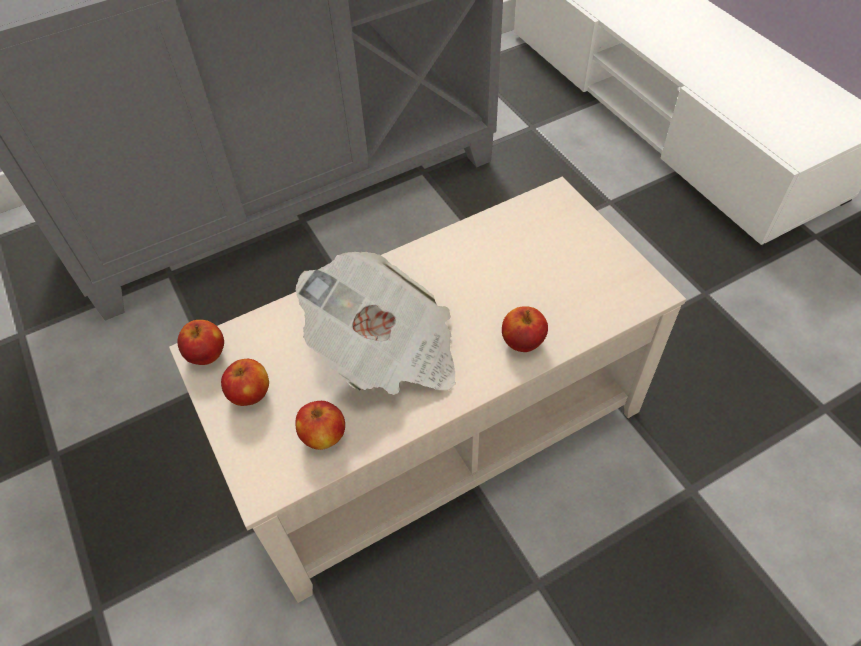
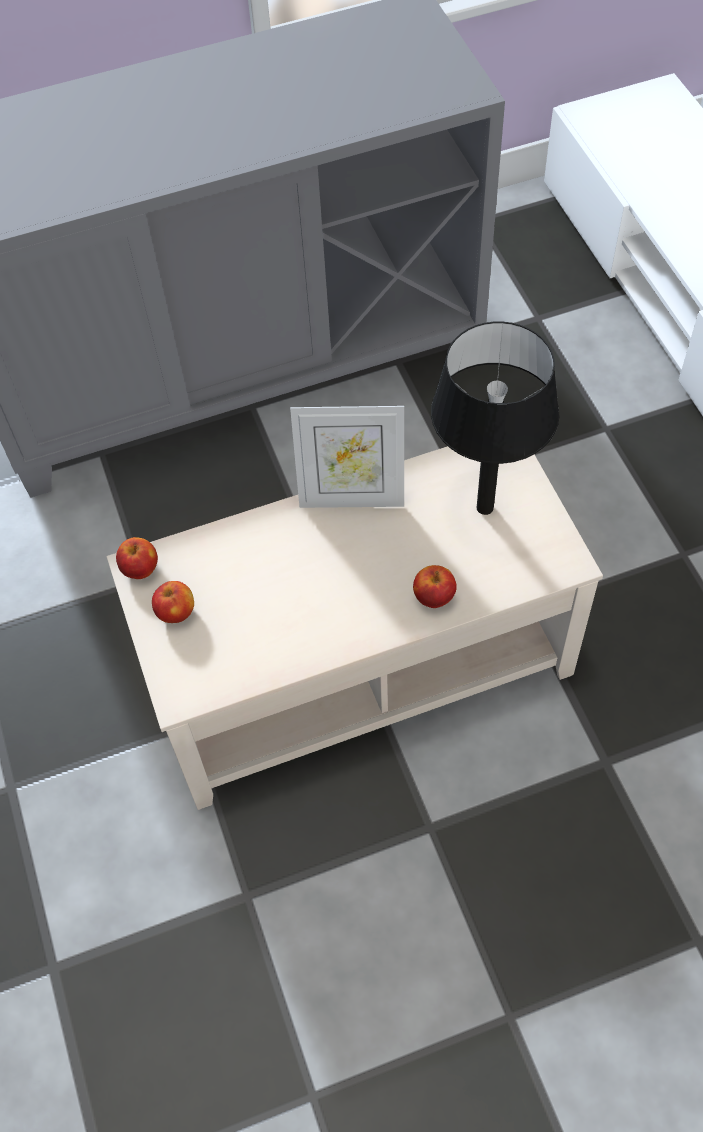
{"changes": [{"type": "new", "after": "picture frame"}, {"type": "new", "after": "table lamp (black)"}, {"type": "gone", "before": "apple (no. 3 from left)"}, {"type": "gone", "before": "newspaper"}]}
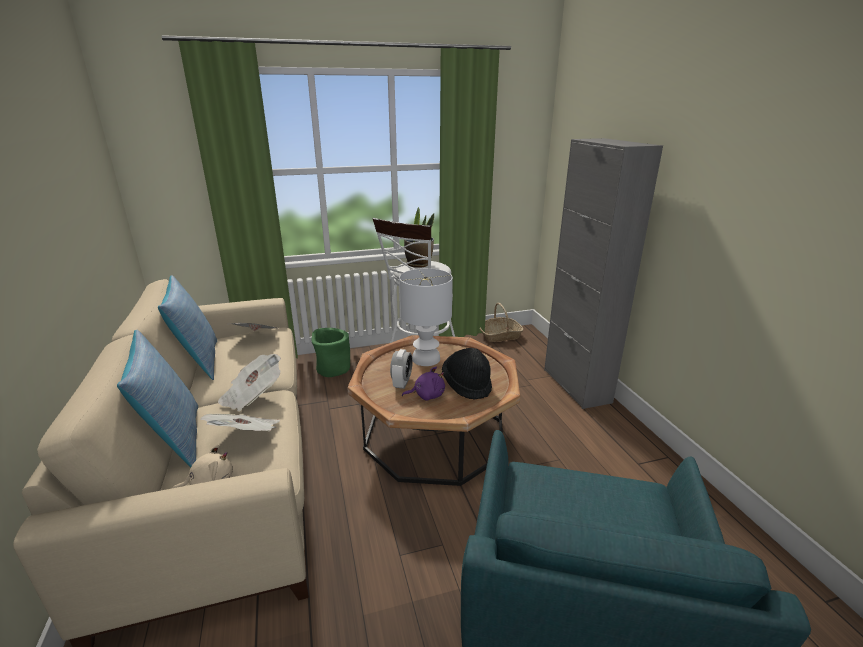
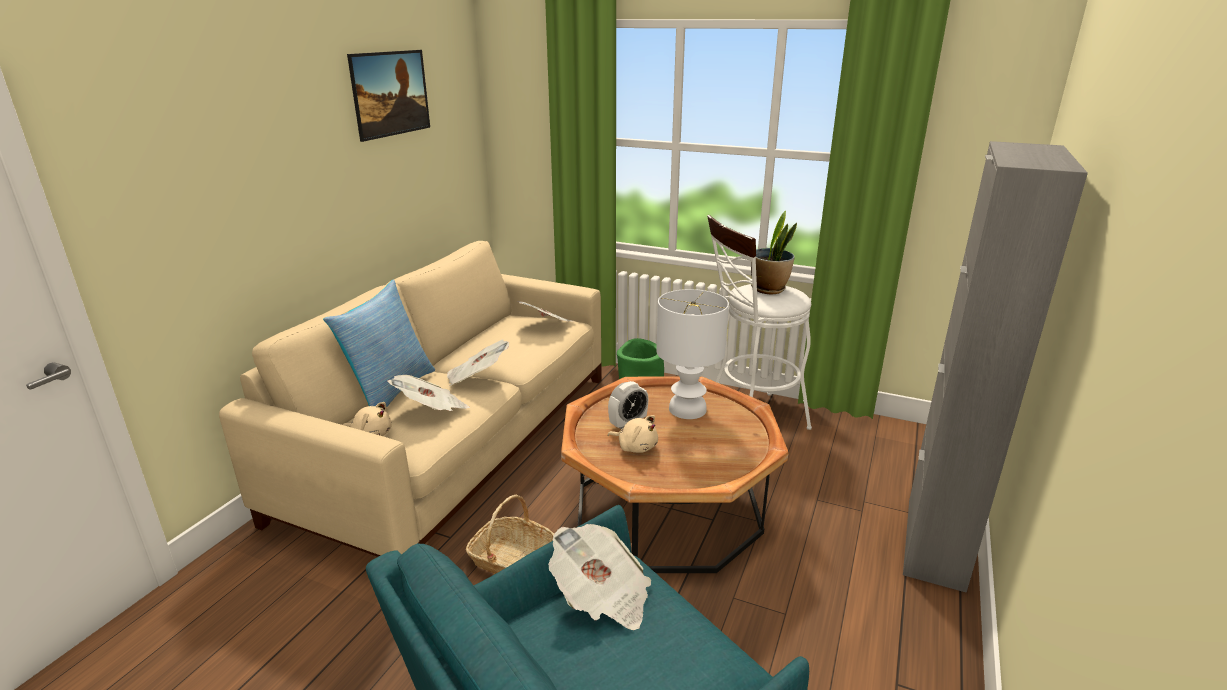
{"changes": [{"type": "new", "after": "picture"}, {"type": "shifted", "before": "basket"}, {"type": "new", "after": "newspaper (no. 4 from left)"}, {"type": "repainted", "before": "plush toy (purple)", "after": "plush toy (beige) (no. 2 from left)"}, {"type": "gone", "before": "pillow (no. 2 from left)"}, {"type": "gone", "before": "hat (black)"}]}
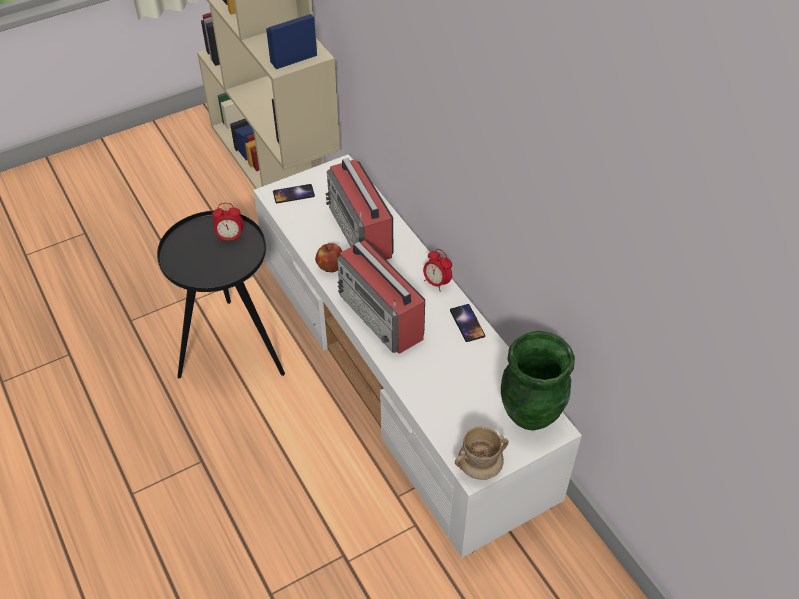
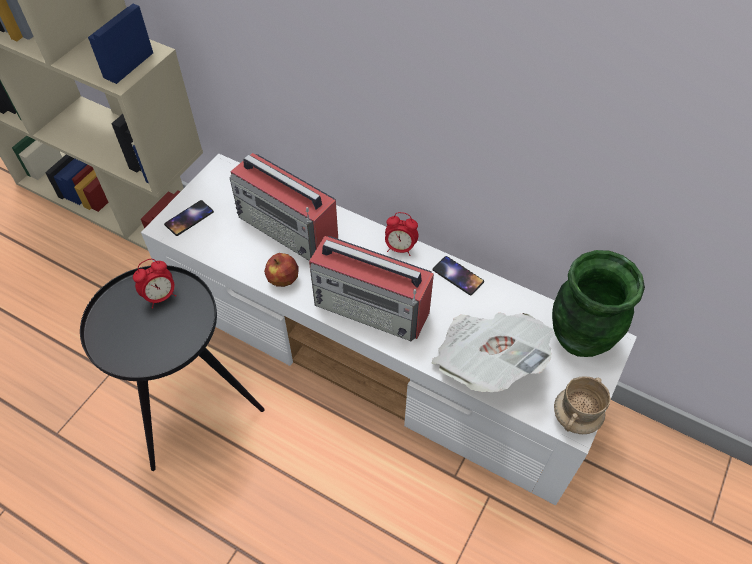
{"changes": [{"type": "new", "after": "newspaper"}]}
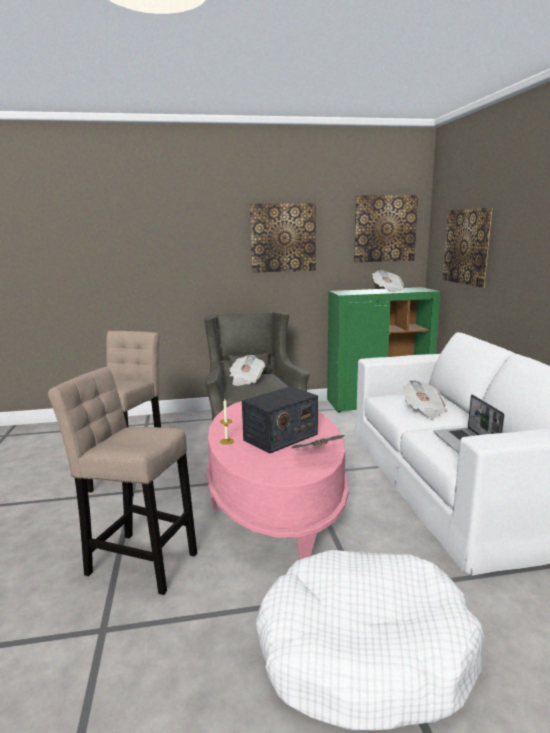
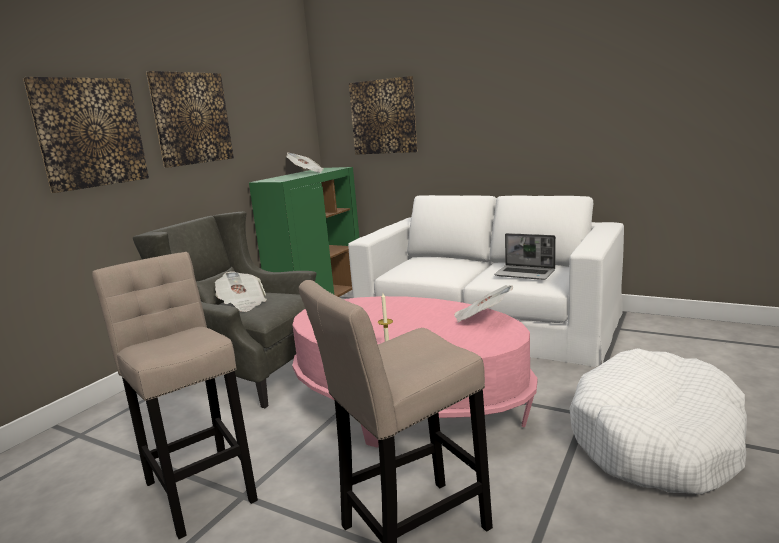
{"changes": [{"type": "shifted", "before": "picture (no. 2 from left in the first image)", "after": "picture (no. 1 from left)"}, {"type": "gone", "before": "radio"}, {"type": "gone", "before": "newspaper (no. 4 from left)"}]}
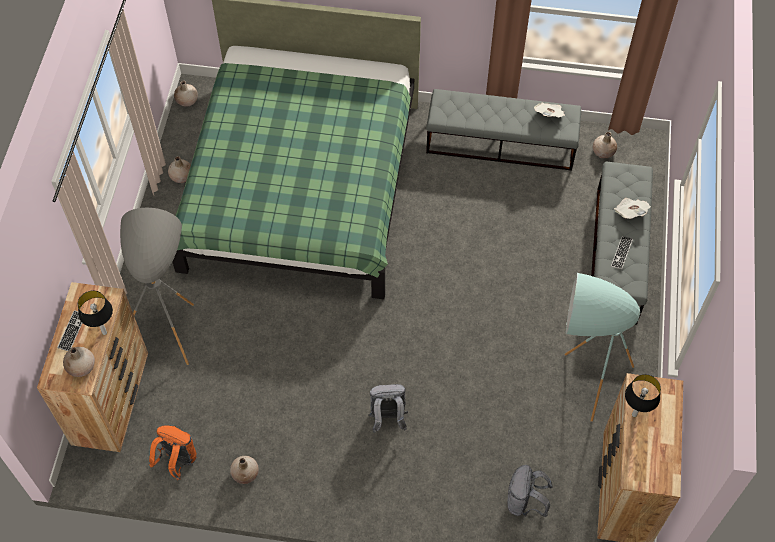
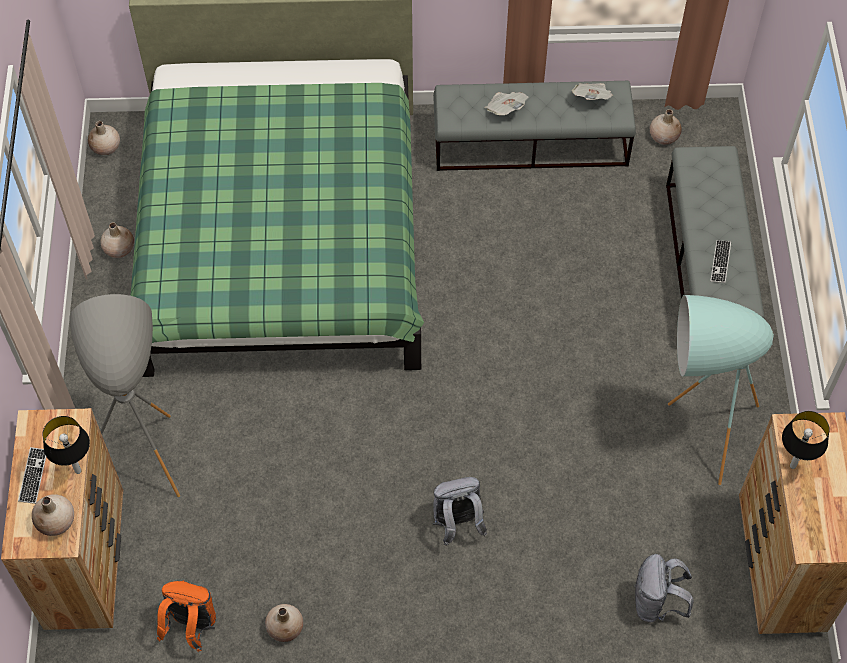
{"changes": [{"type": "shifted", "before": "newspaper (no. 2 from left in the first image)", "after": "newspaper (no. 1 from left)"}]}
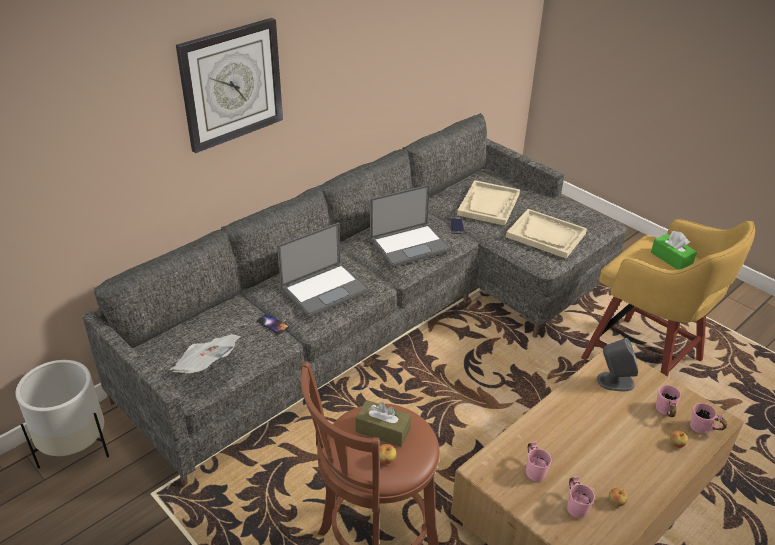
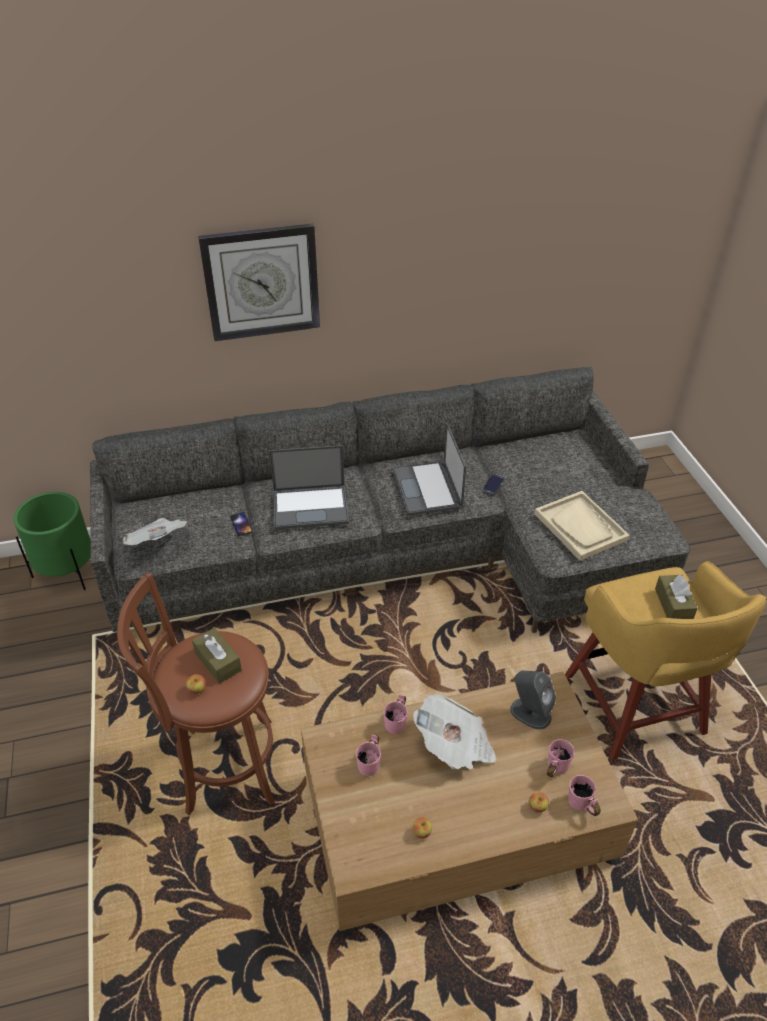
{"changes": [{"type": "repainted", "before": "planter (white)", "after": "planter (green)"}, {"type": "shifted", "before": "mug (pink) (no. 2 from left)"}, {"type": "rotated", "before": "laptop (no. 2 from left)", "turn": 75}, {"type": "new", "after": "newspaper (no. 2 from left)"}, {"type": "repainted", "before": "tissue box (green)", "after": "tissue box (brown) (no. 2 from left)"}, {"type": "gone", "before": "tray (beige) (no. 1 from left)"}]}
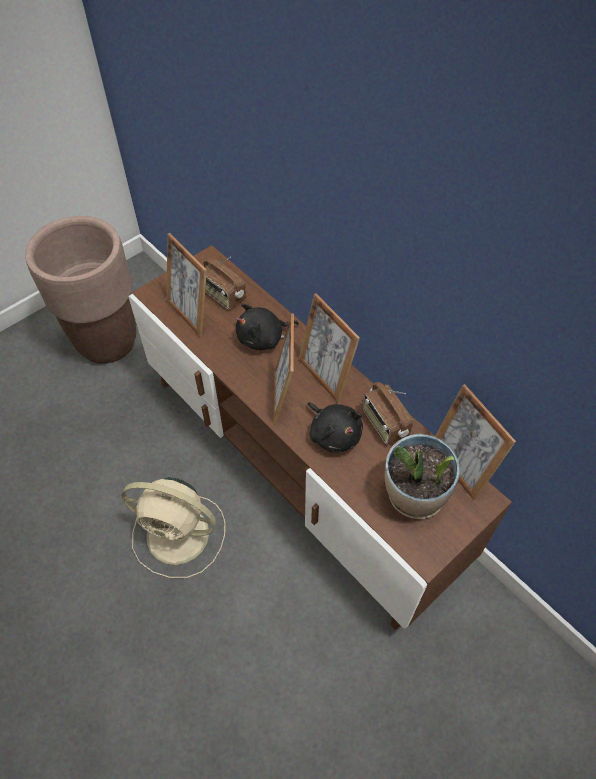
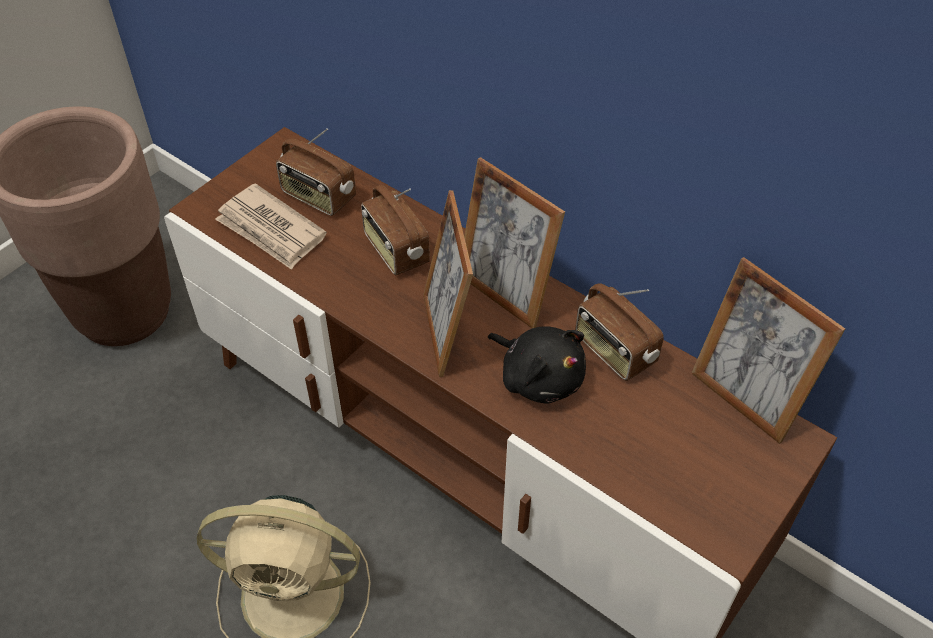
{"changes": [{"type": "swapped", "before": "picture frame (no. 1 from left)", "after": "newspaper"}, {"type": "swapped", "before": "plush toy (black) (no. 1 from left)", "after": "radio (no. 2 from left)"}, {"type": "gone", "before": "potted plant"}]}
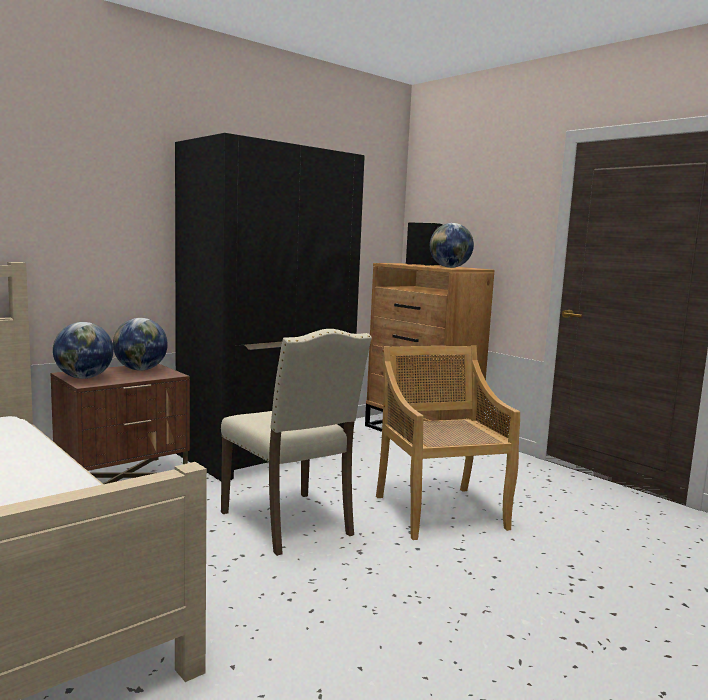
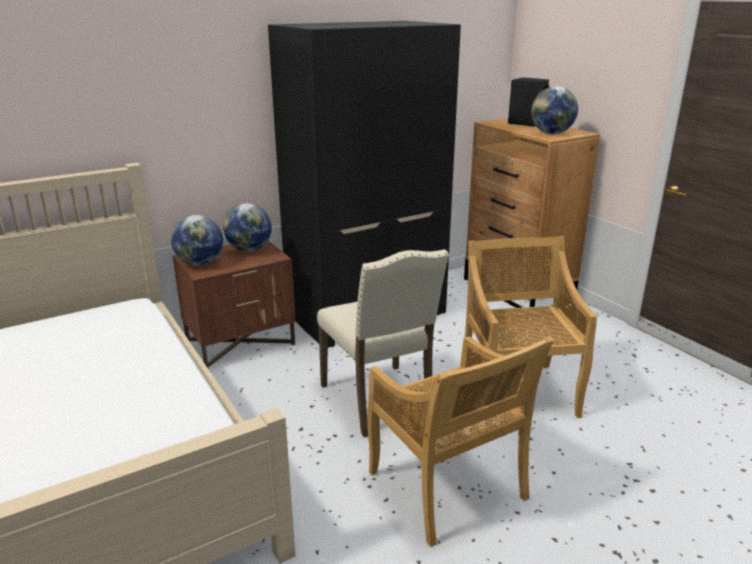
{"changes": [{"type": "new", "after": "chair (beige) (no. 2 from left)"}]}
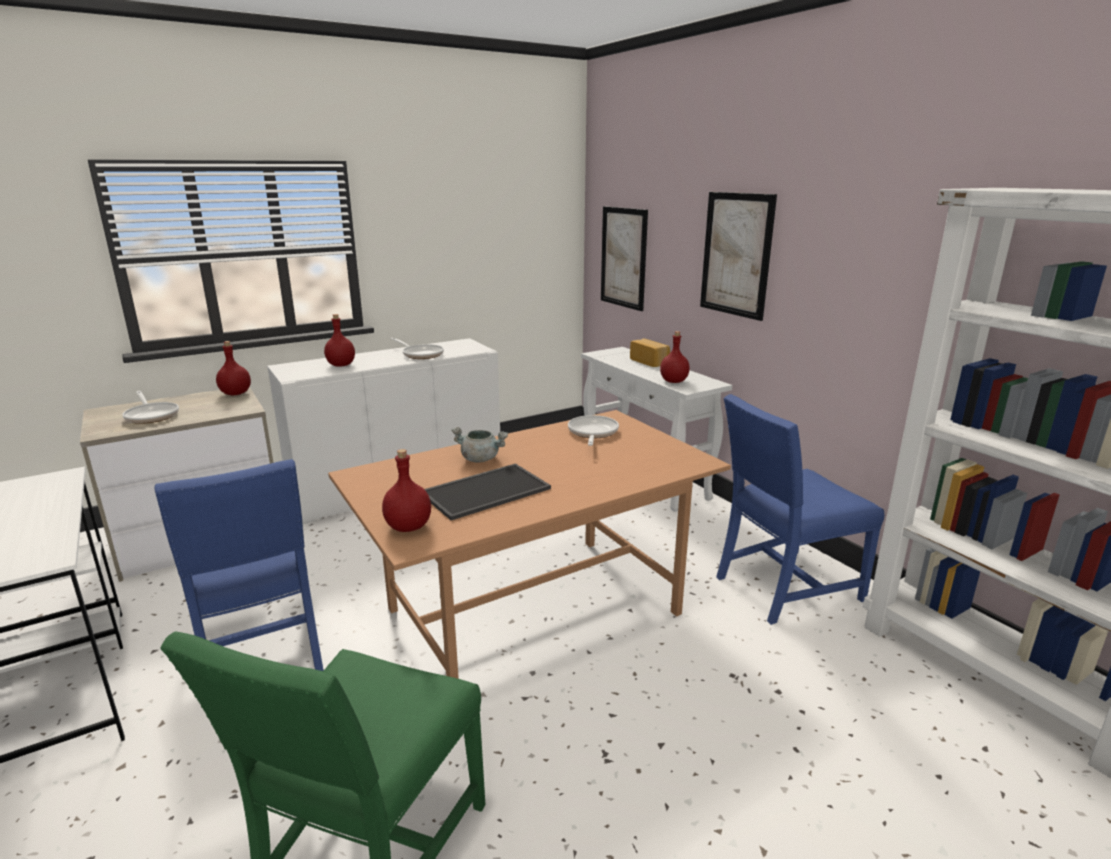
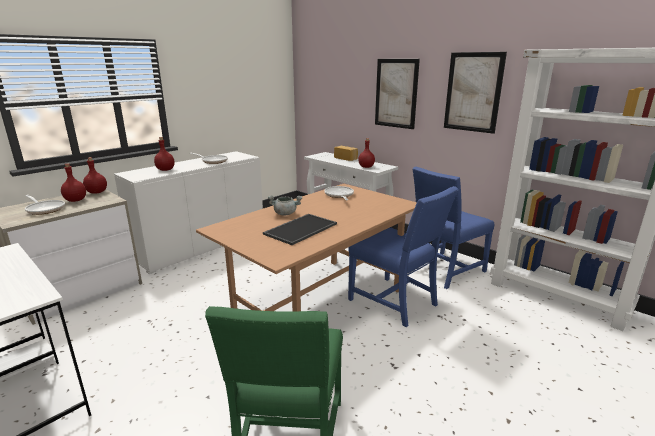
{"changes": [{"type": "shifted", "before": "bottle (red) (no. 3 from left in the first image)", "after": "bottle (red) (no. 1 from left)"}, {"type": "shifted", "before": "chair (blue) (no. 1 from left)"}, {"type": "shifted", "before": "picture (no. 1 from left in the first image)", "after": "picture (no. 2 from left)"}]}
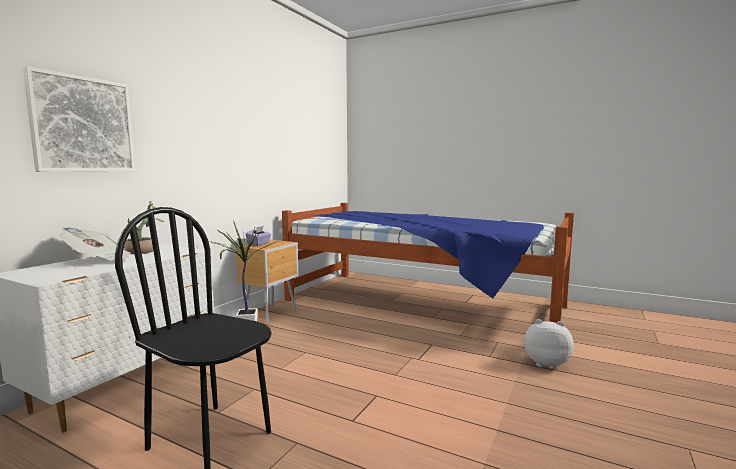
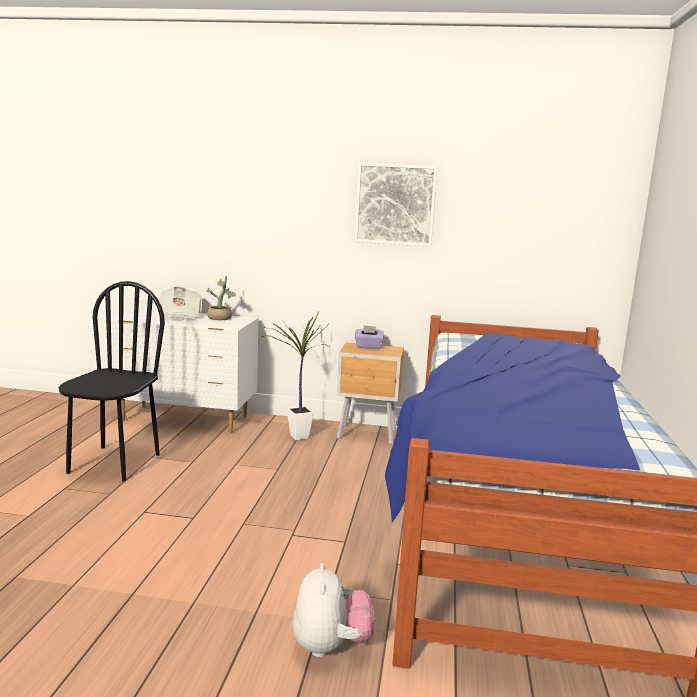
{"changes": [{"type": "shifted", "before": "picture"}]}
